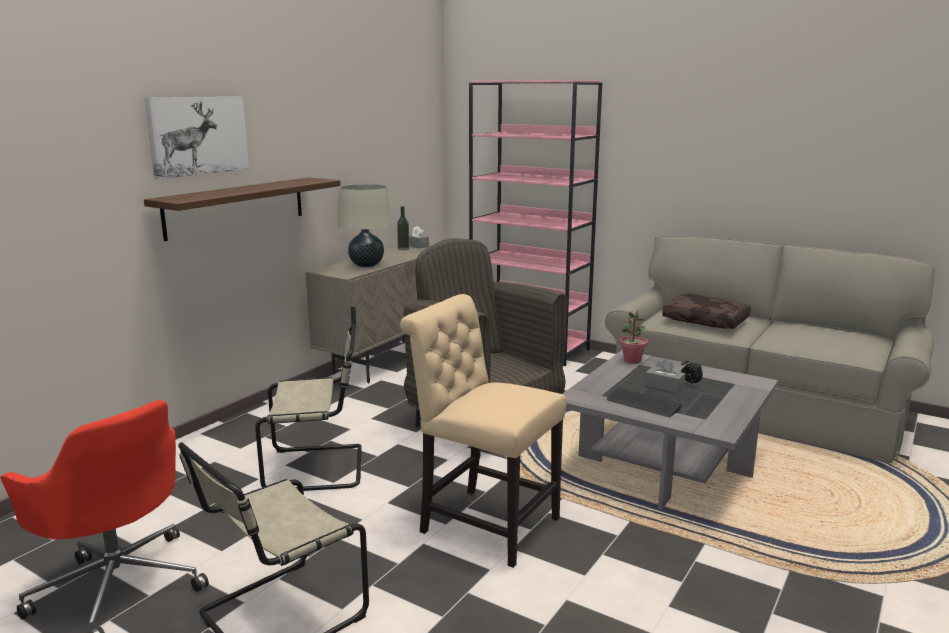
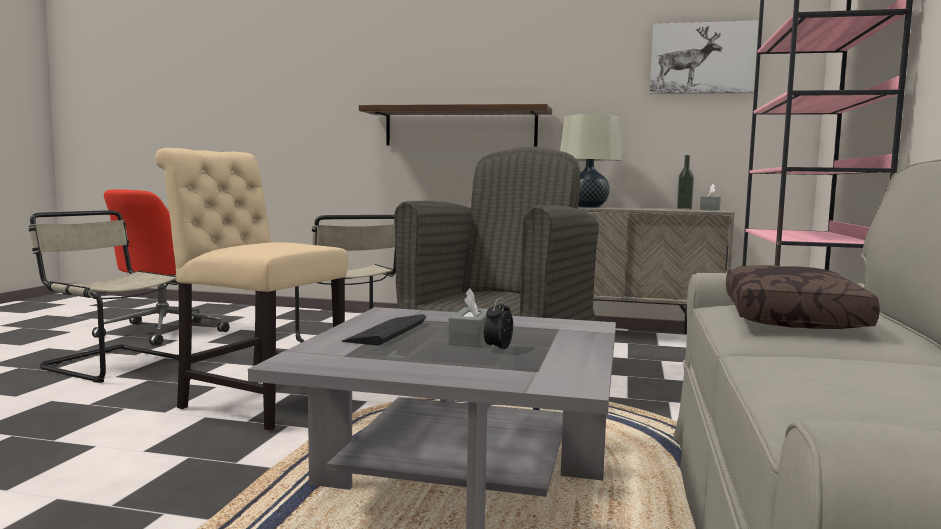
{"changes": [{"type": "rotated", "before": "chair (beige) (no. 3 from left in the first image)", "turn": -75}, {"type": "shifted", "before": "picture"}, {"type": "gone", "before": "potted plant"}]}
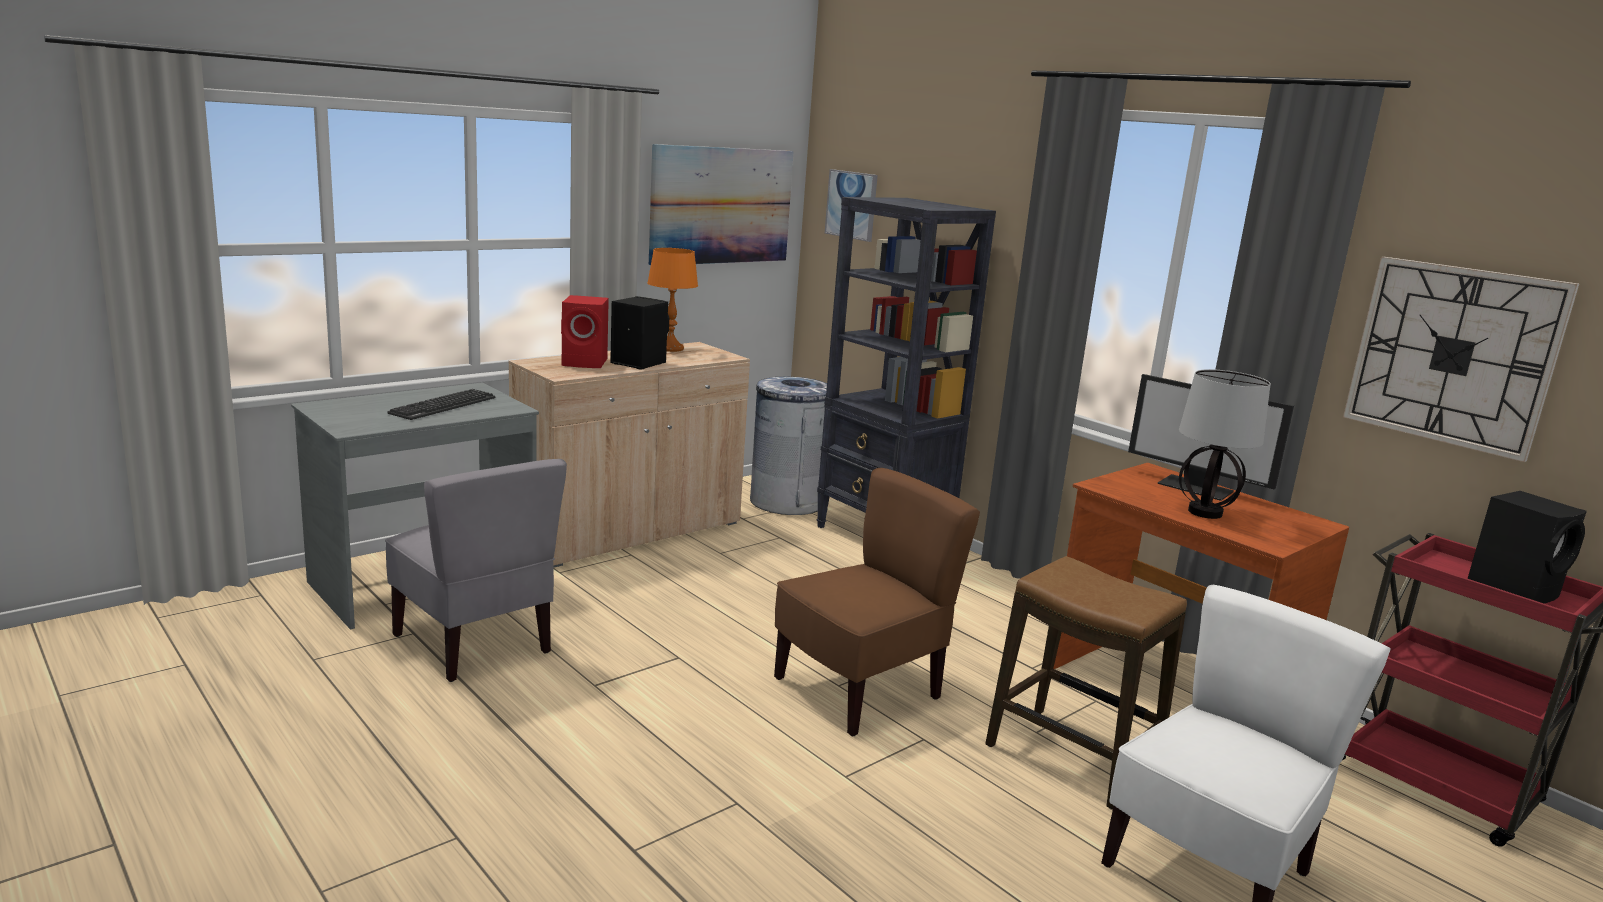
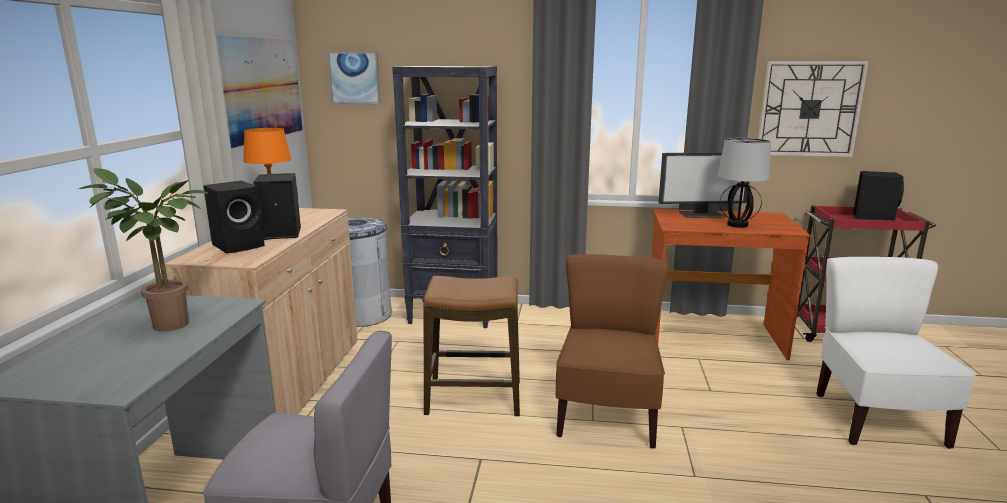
{"changes": [{"type": "swapped", "before": "keyboard", "after": "potted plant"}, {"type": "repainted", "before": "speaker (red)", "after": "speaker (black) (no. 1 from left)"}, {"type": "shifted", "before": "stool"}]}
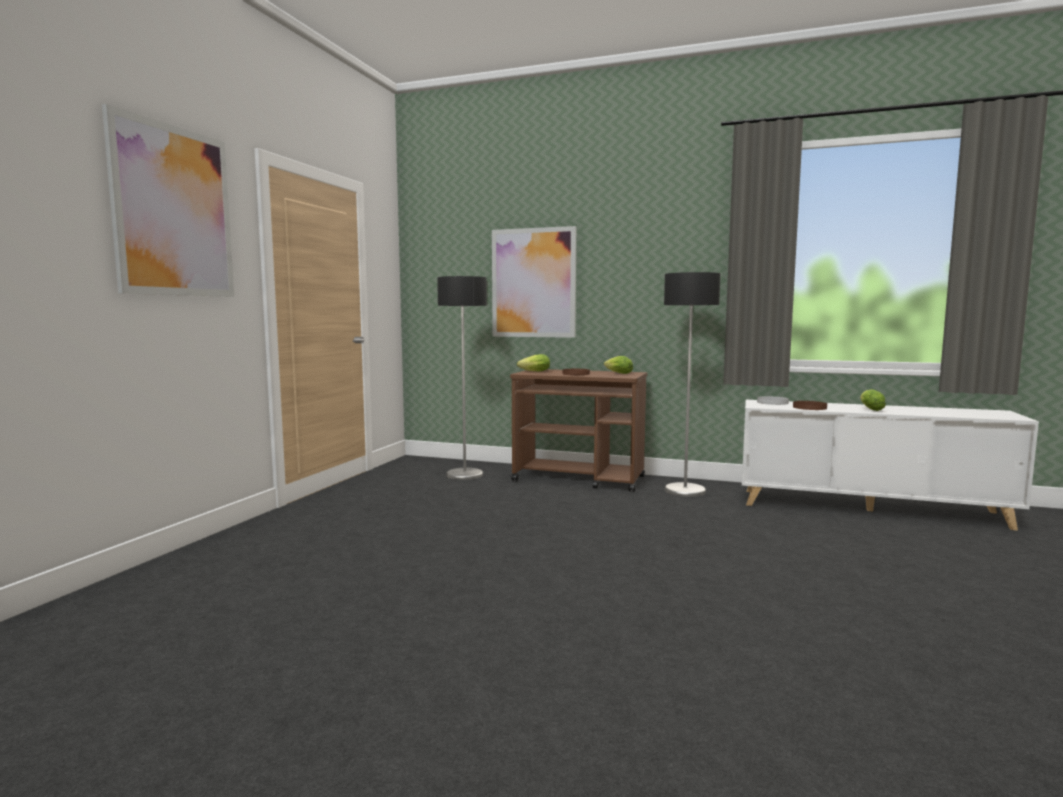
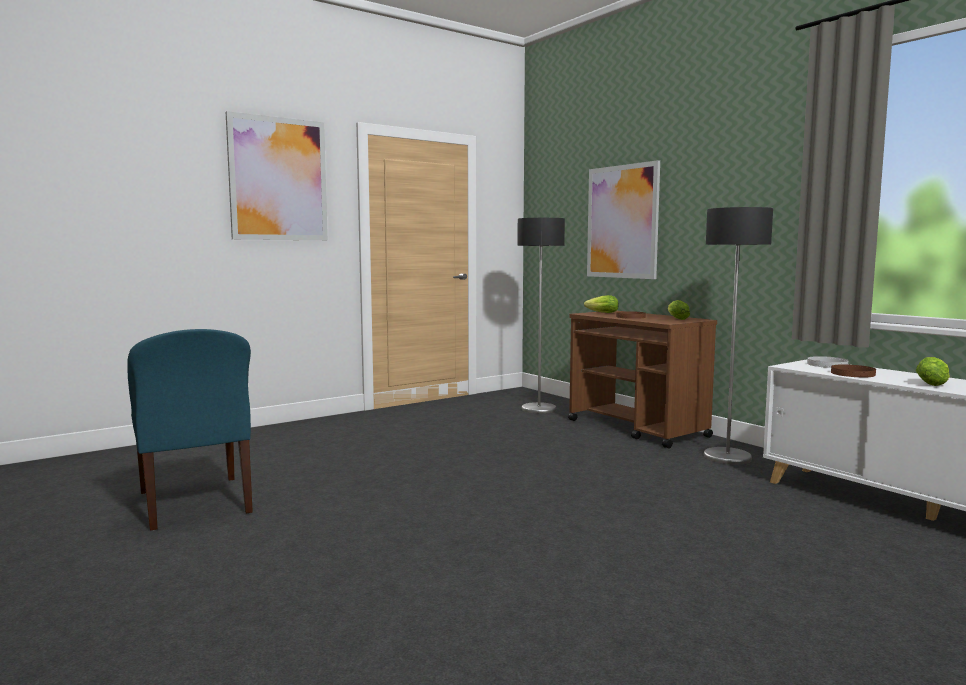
{"changes": [{"type": "new", "after": "chair (blue)"}]}
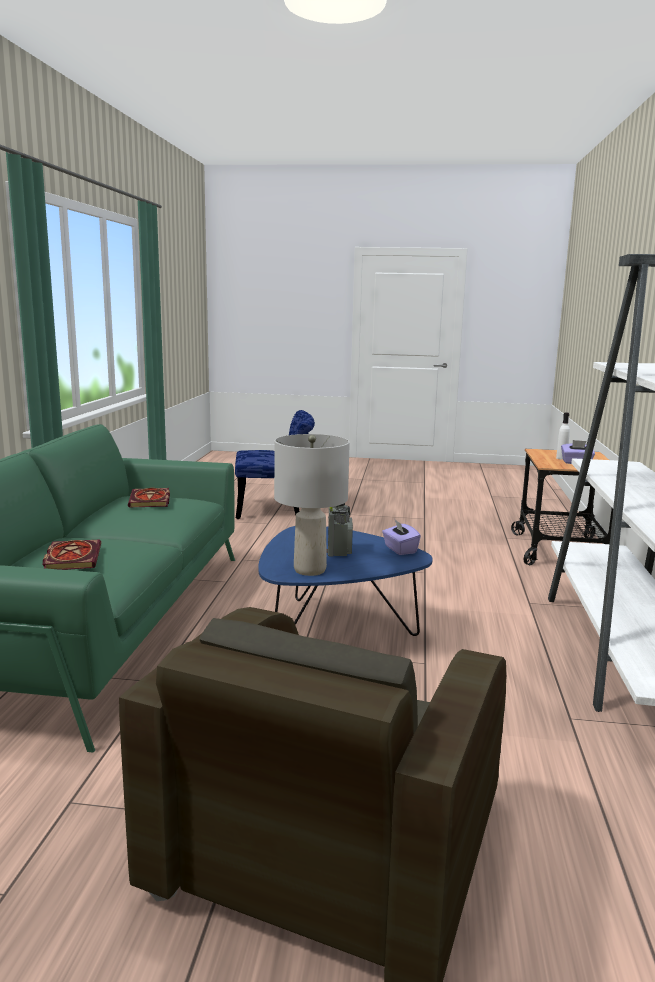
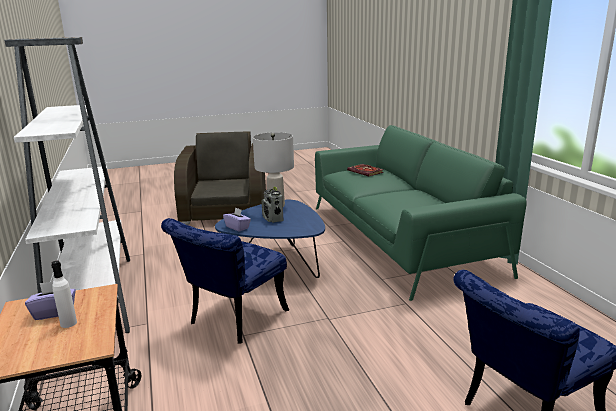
{"changes": [{"type": "new", "after": "chair (blue) (no. 1 from left)"}, {"type": "gone", "before": "book (no. 2 from left)"}]}
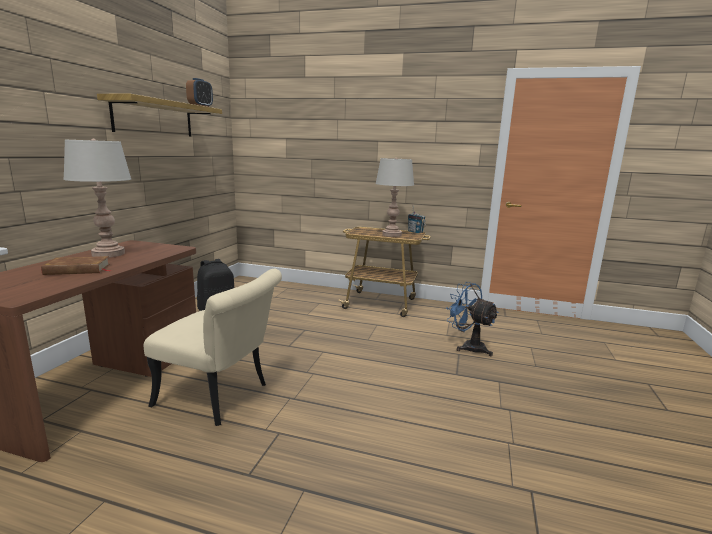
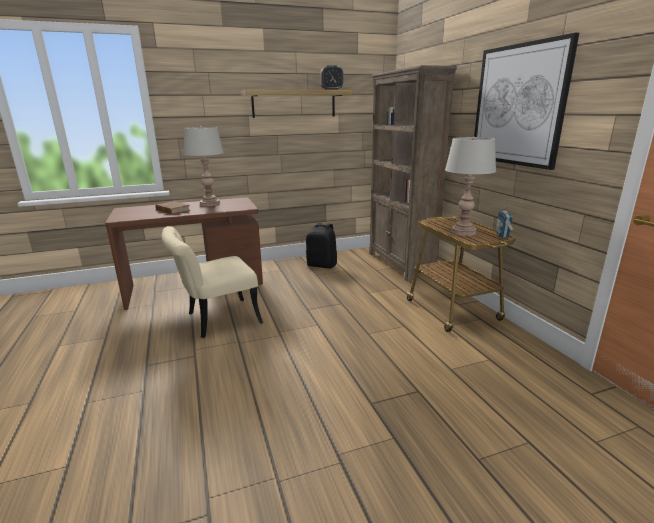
{"changes": [{"type": "rotated", "before": "chair (beige)", "turn": 75}, {"type": "new", "after": "bookcase (brown)"}, {"type": "new", "after": "picture"}, {"type": "gone", "before": "fan (blue)"}]}
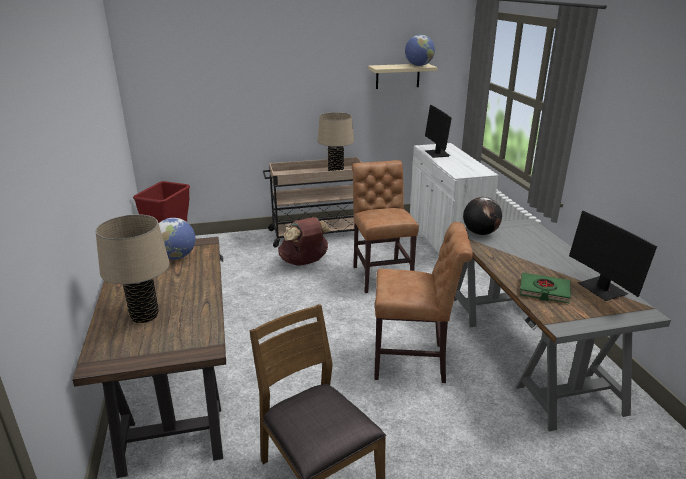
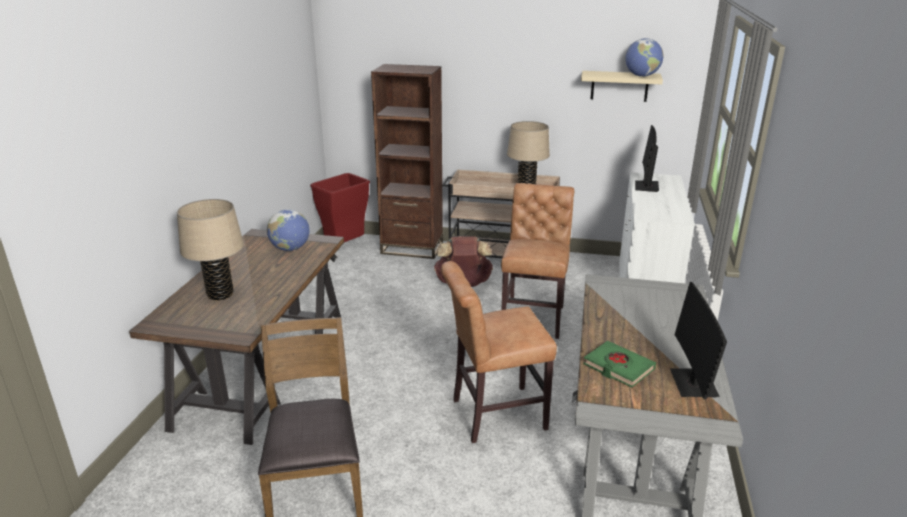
{"changes": [{"type": "new", "after": "bookcase (brown)"}, {"type": "rotated", "before": "chair (brown) (no. 3 from left in the first image)", "turn": 135}, {"type": "gone", "before": "globe (no. 3 from left)"}]}
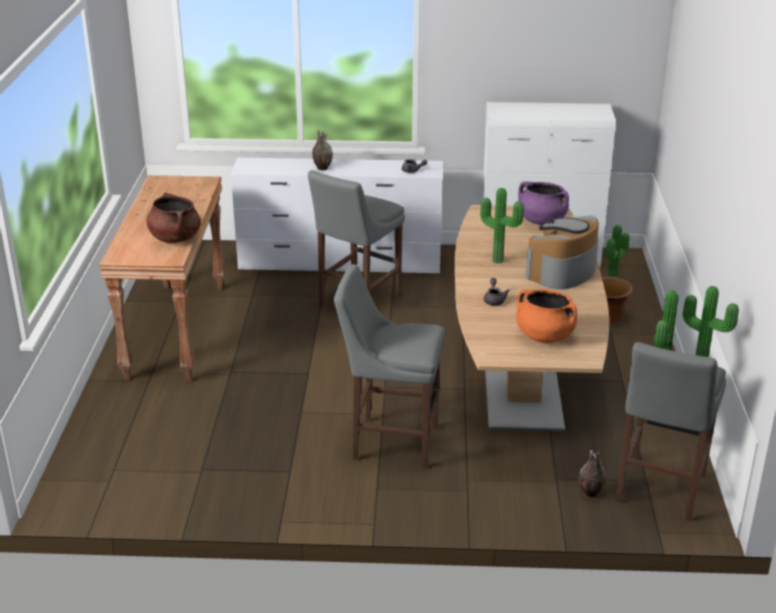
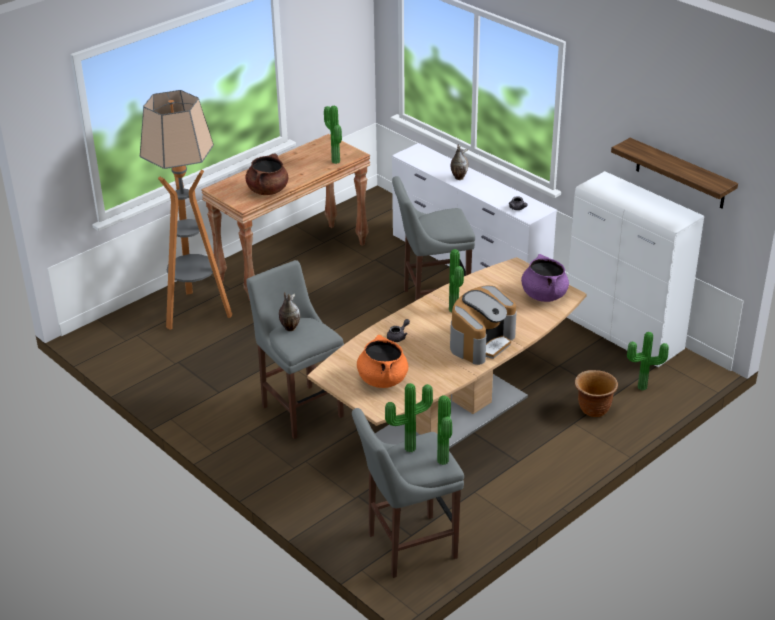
{"changes": [{"type": "new", "after": "floor lamp"}, {"type": "shifted", "before": "vase (no. 2 from left in the first image)", "after": "vase (no. 1 from left)"}, {"type": "new", "after": "potted plant (no. 1 from left)"}, {"type": "rotated", "before": "coffee machine", "turn": 135}, {"type": "new", "after": "shelf"}]}
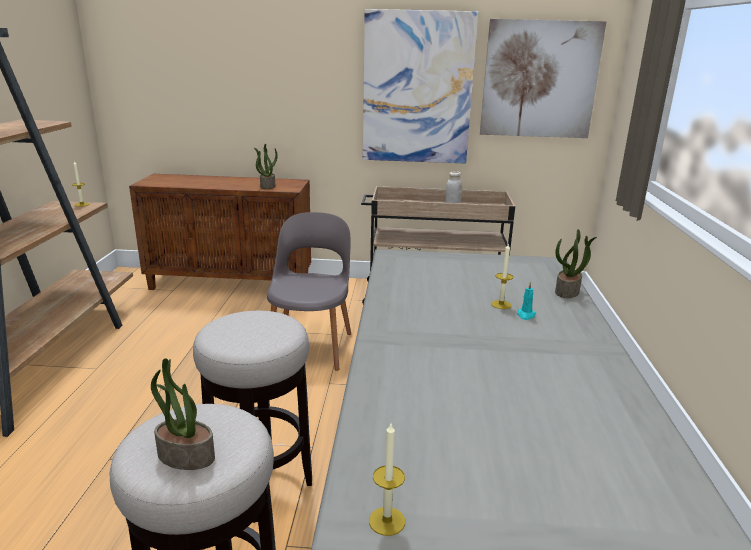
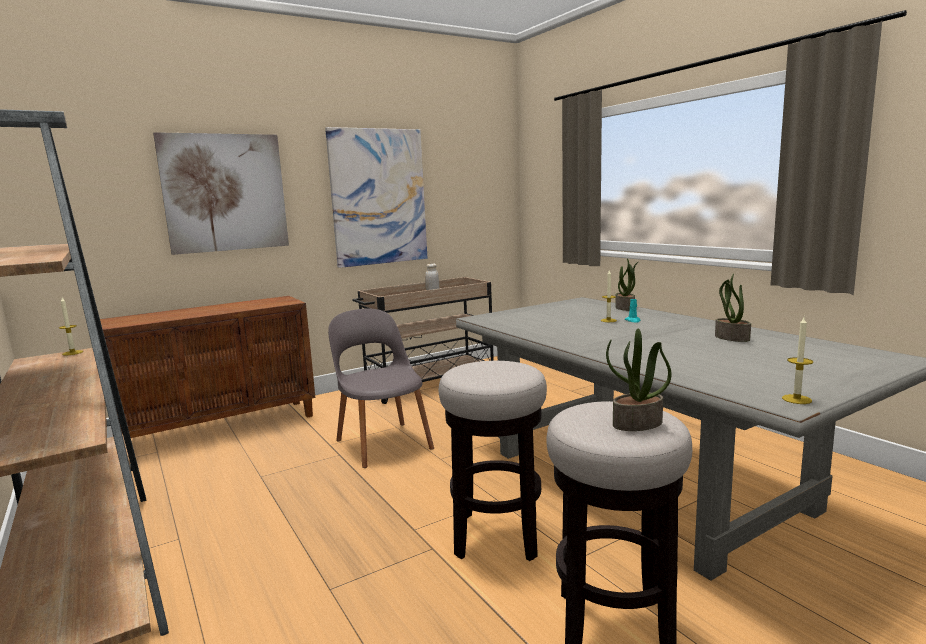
{"changes": [{"type": "shifted", "before": "picture (no. 2 from left in the first image)", "after": "picture (no. 1 from left)"}, {"type": "shifted", "before": "potted plant (no. 2 from left in the first image)", "after": "potted plant (no. 3 from left)"}]}
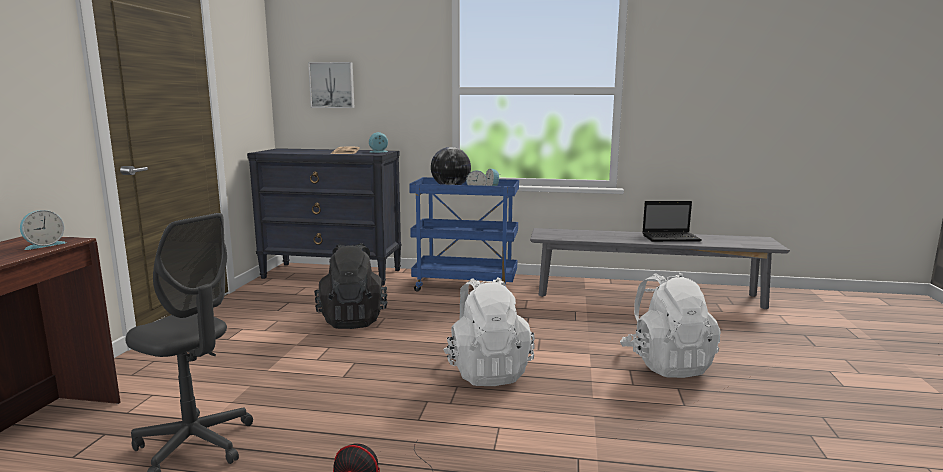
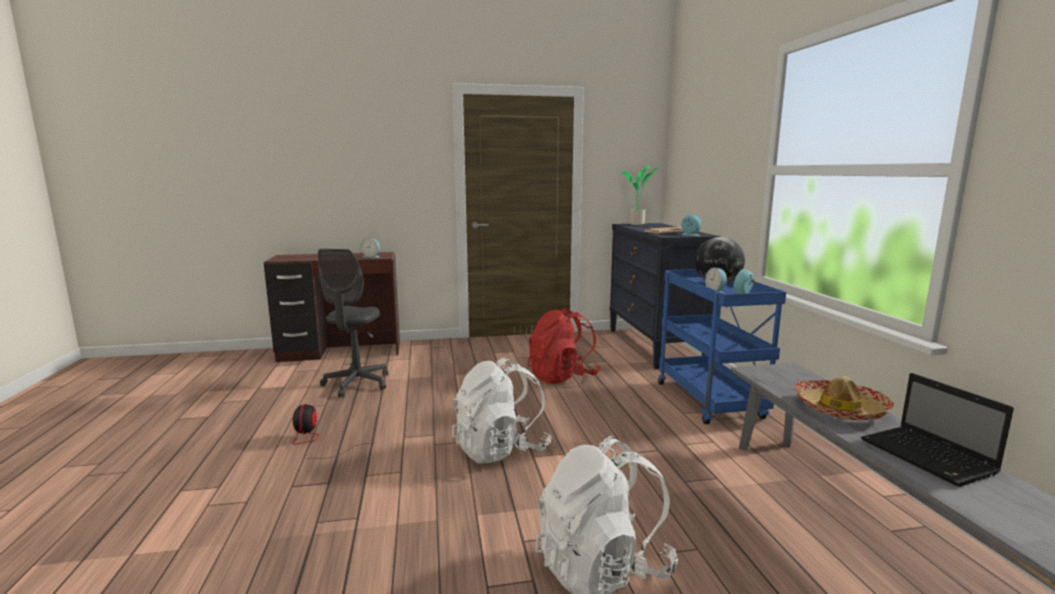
{"changes": [{"type": "repainted", "before": "backpack (black)", "after": "backpack (red)"}, {"type": "new", "after": "potted plant"}, {"type": "new", "after": "hat"}, {"type": "gone", "before": "picture"}]}
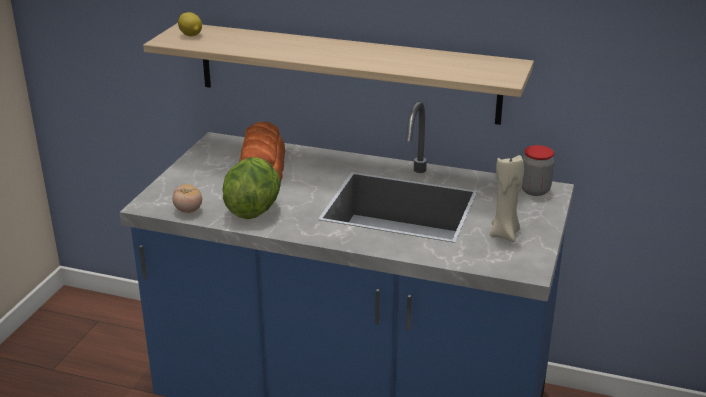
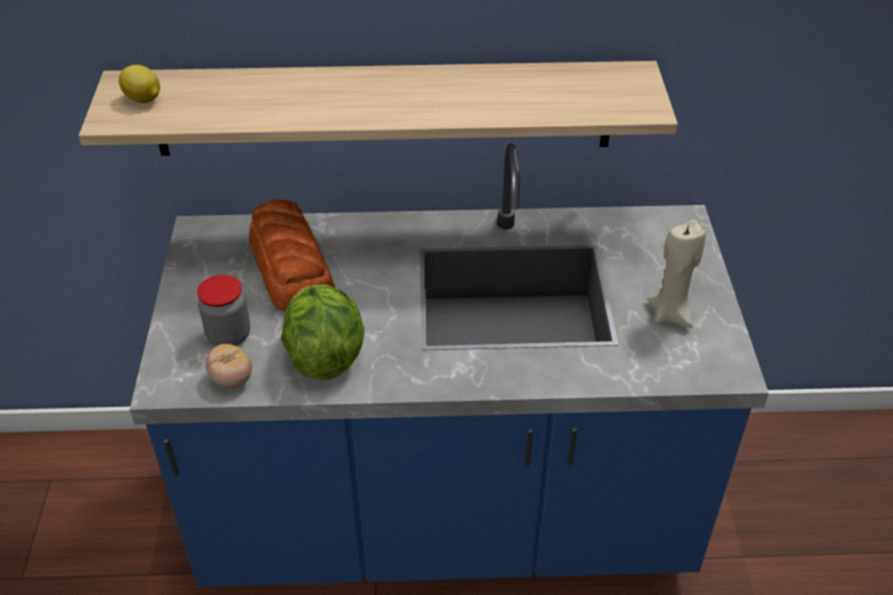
{"changes": [{"type": "shifted", "before": "jar"}]}
